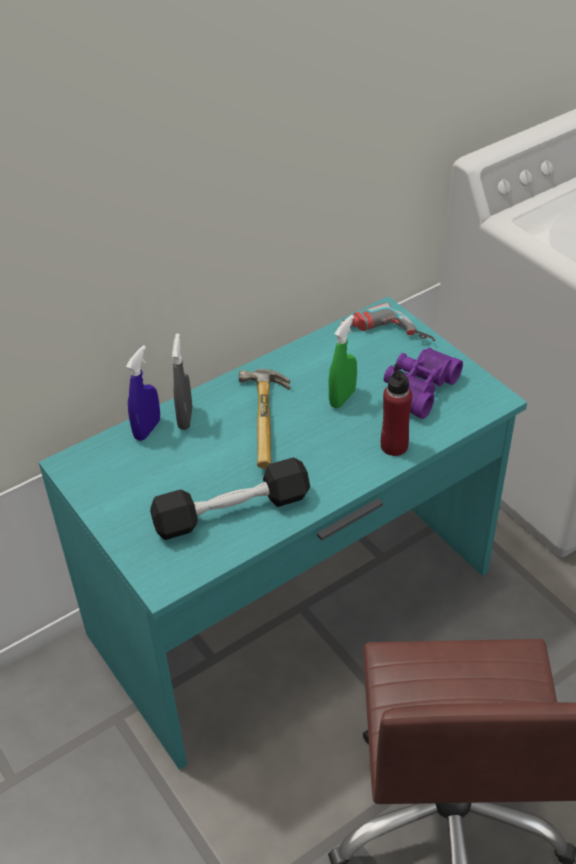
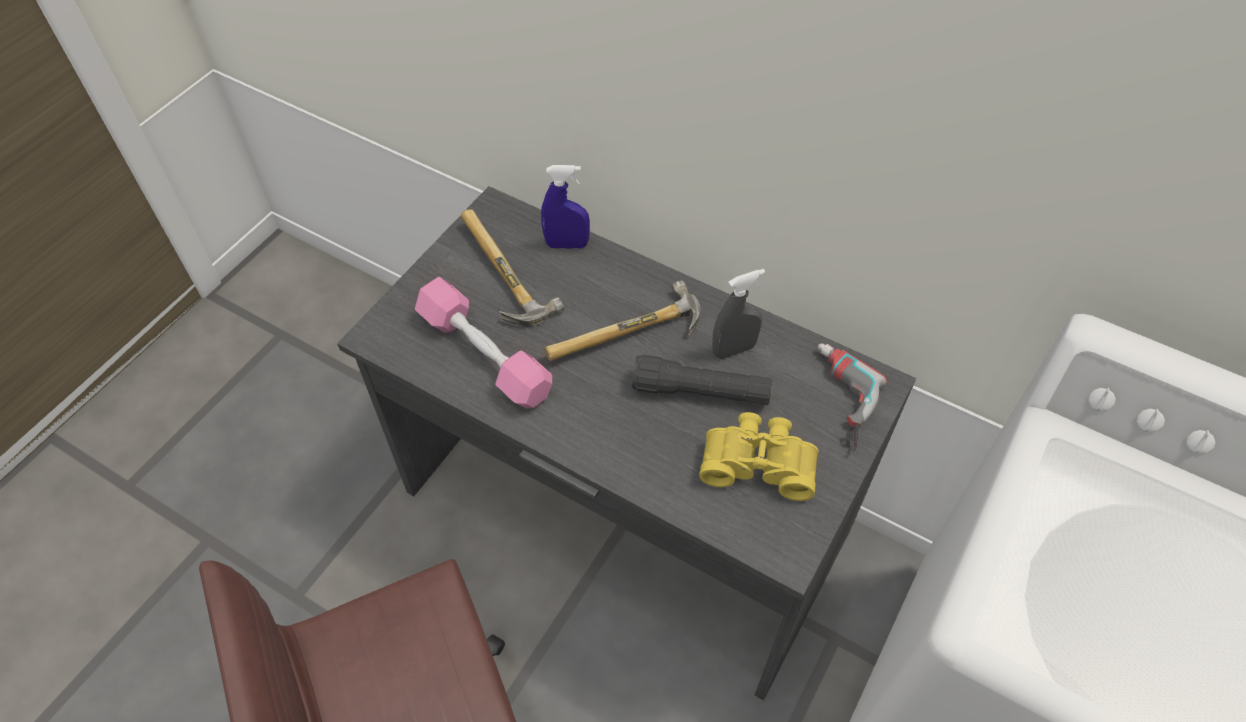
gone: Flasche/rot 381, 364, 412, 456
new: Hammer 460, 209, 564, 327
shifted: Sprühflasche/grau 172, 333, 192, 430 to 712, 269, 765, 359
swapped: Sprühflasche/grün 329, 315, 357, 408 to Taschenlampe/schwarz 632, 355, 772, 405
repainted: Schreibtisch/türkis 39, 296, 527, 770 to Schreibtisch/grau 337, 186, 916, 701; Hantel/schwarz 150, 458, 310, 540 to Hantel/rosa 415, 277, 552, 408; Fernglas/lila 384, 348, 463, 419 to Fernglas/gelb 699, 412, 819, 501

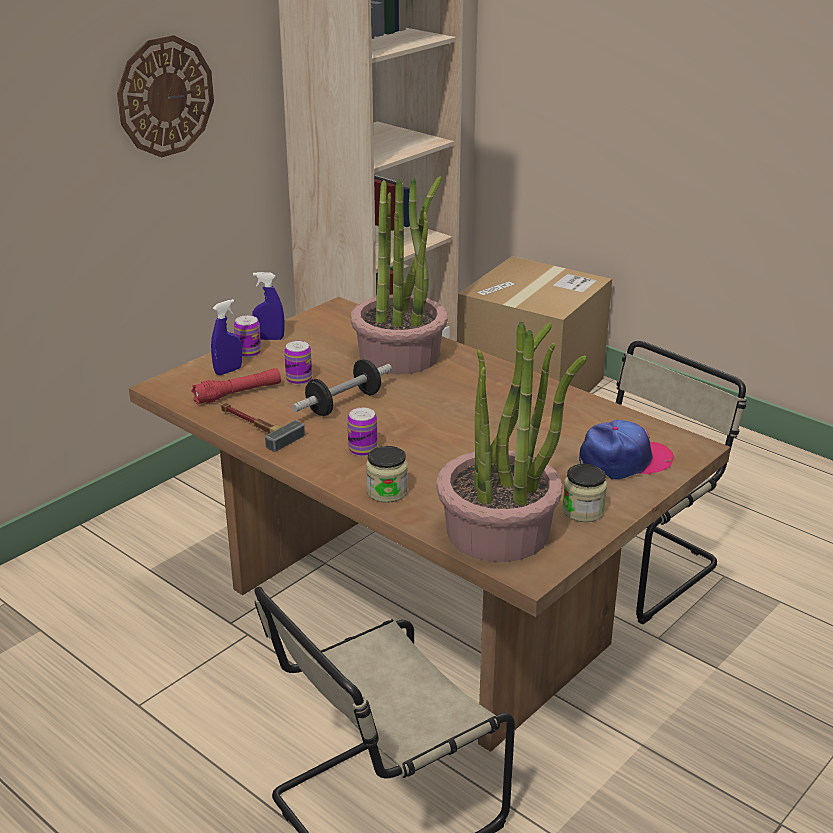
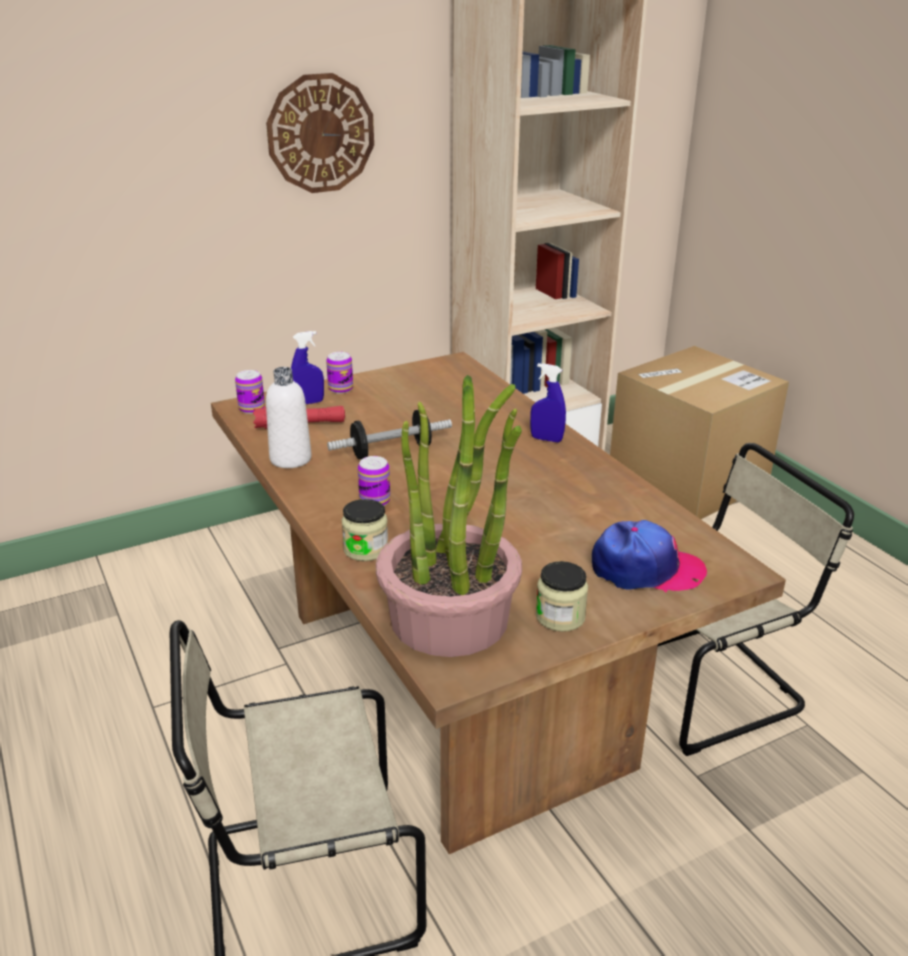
gone: Topfpflanze 350, 176, 448, 374
shifted: Dose 284, 341, 312, 385 to 235, 370, 265, 414; Sprühflasche/blau 252, 272, 285, 340 to 530, 363, 566, 442
swapped: Hammer 220, 403, 305, 452 to Flasche/weiß 266, 367, 312, 468

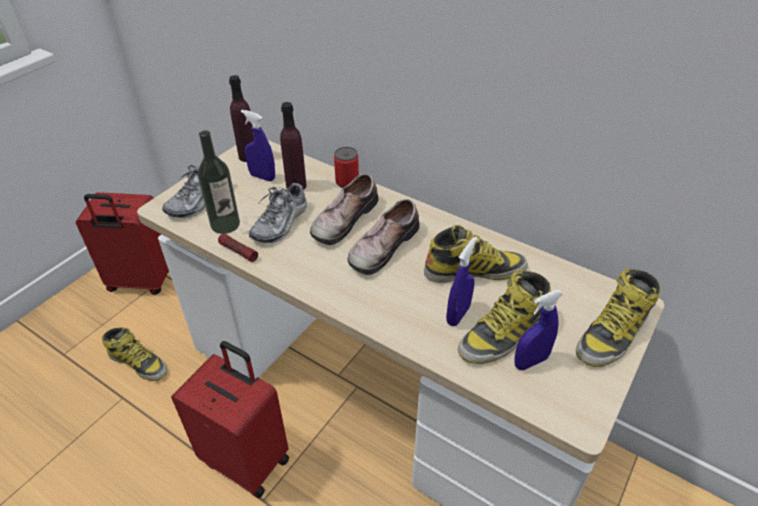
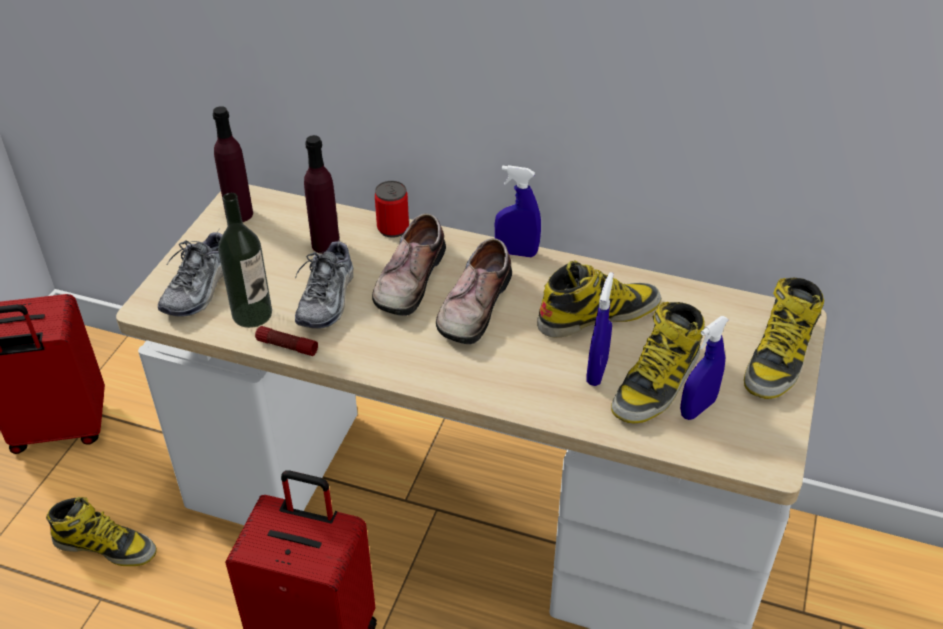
shifted: Sprühflasche/blau 241, 110, 275, 181 to 495, 165, 541, 257

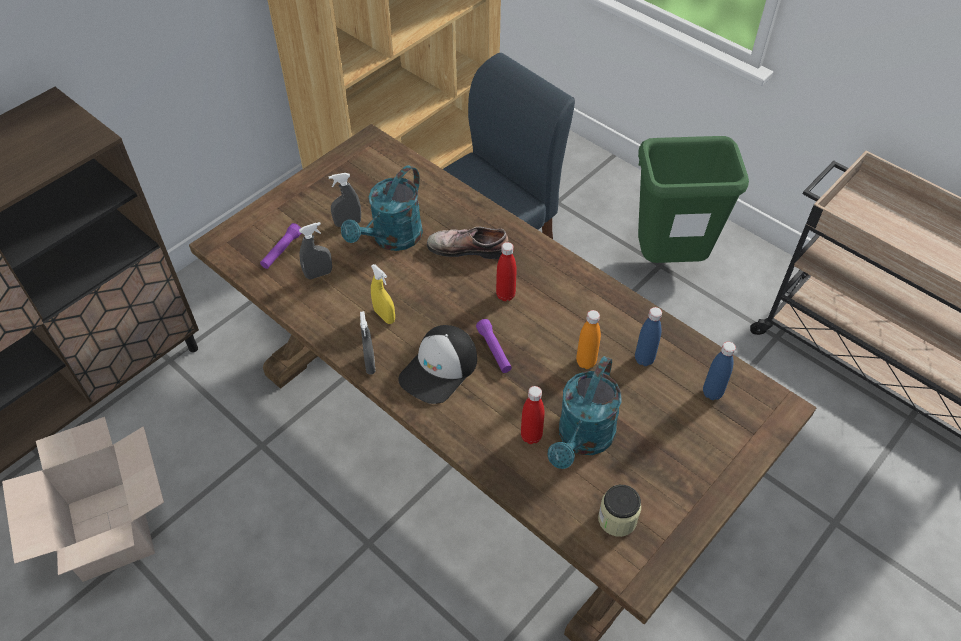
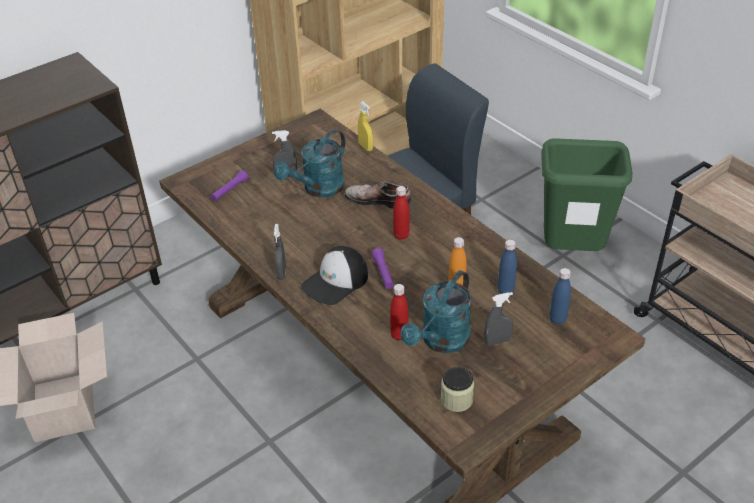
shifted: Sprühflasche/gelb 371, 264, 395, 324 to 358, 101, 373, 151; Sprühflasche/grau 299, 222, 332, 279 to 484, 292, 513, 346

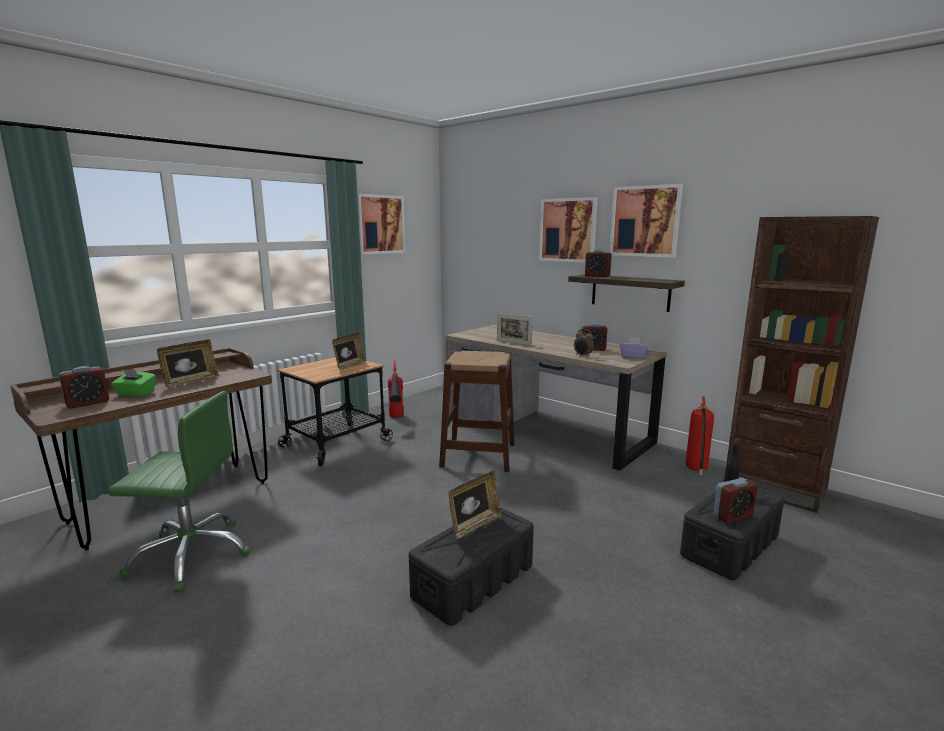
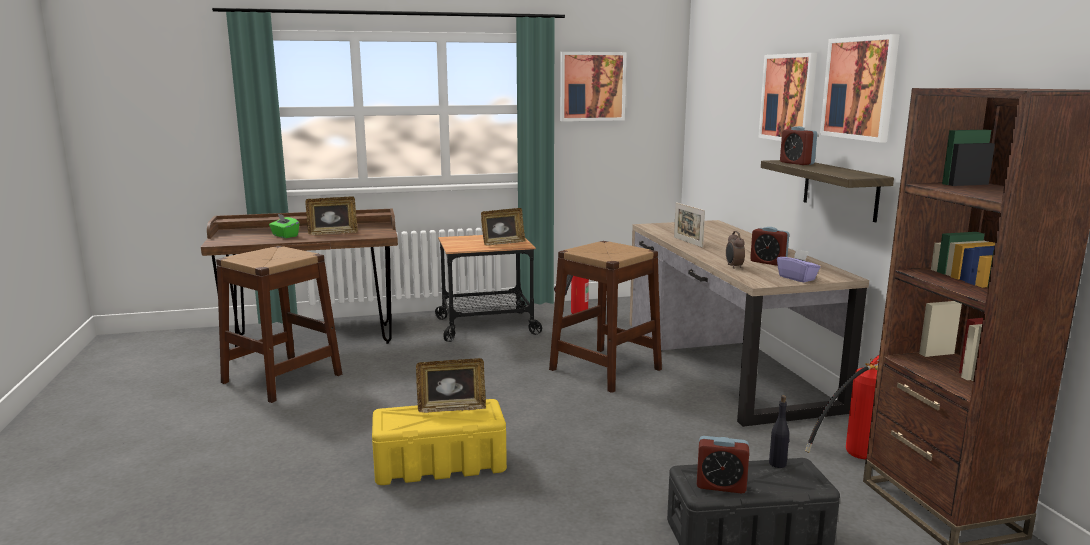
gone: Wecker 59, 366, 109, 409
swapped: Bürostuhl/grün 108, 391, 251, 592 to Hocker/braun 216, 246, 342, 403
repainted: Aufbewahrungsbox/schwarz 409, 508, 534, 626 to Aufbewahrungsbox/gelb 372, 399, 507, 485

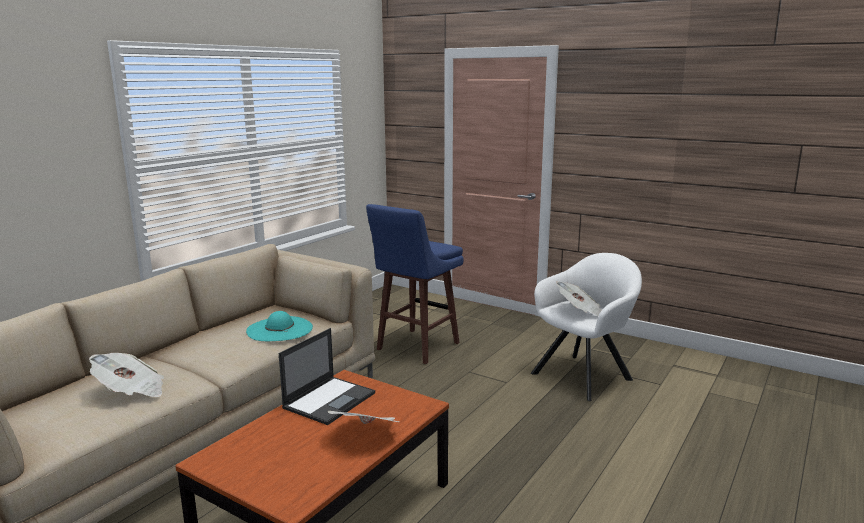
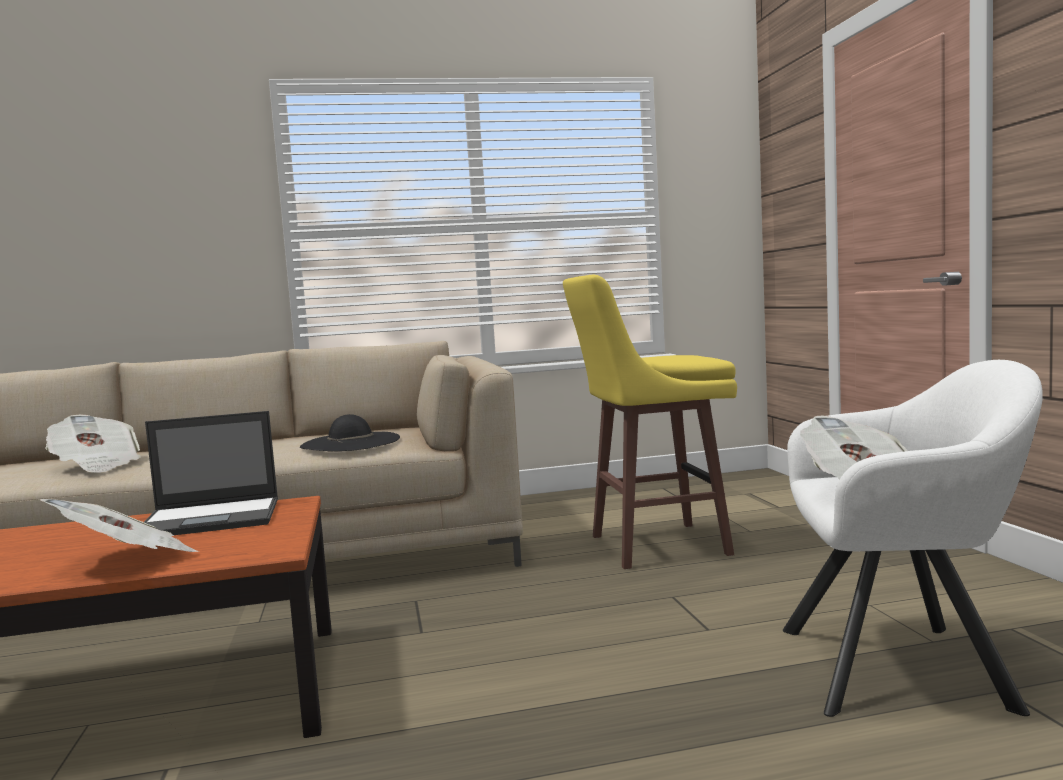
repainted: Hut/türkis 246, 311, 313, 341 to Hut/schwarz 300, 414, 400, 451; Hocker/blau 366, 204, 464, 364 to Hocker/gelb 563, 275, 737, 569

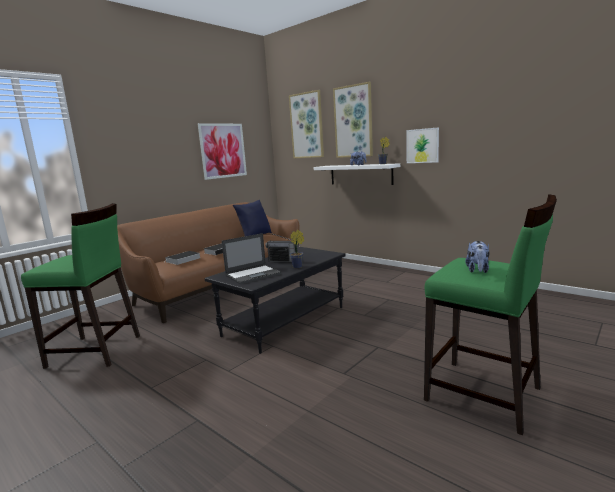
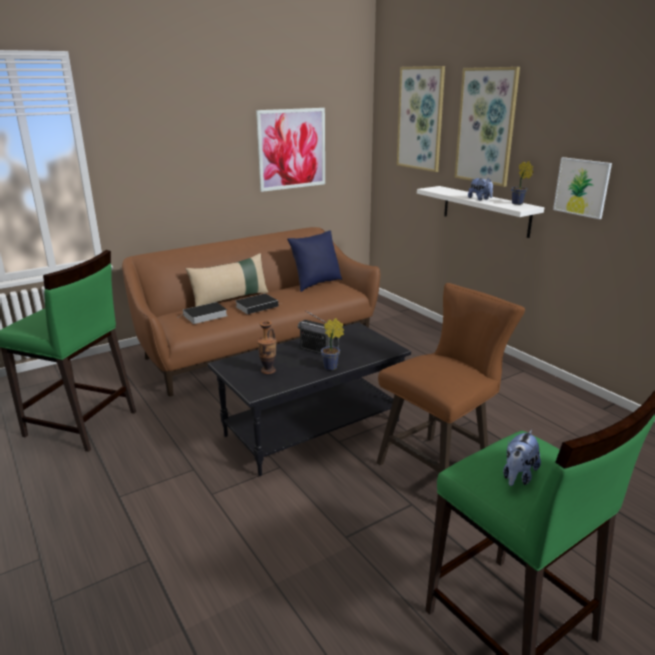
new: Kissen/beige 185, 253, 268, 307; Hocker/braun 377, 283, 525, 473
swapped: Laptop 222, 233, 282, 284 to Vase 257, 321, 276, 374

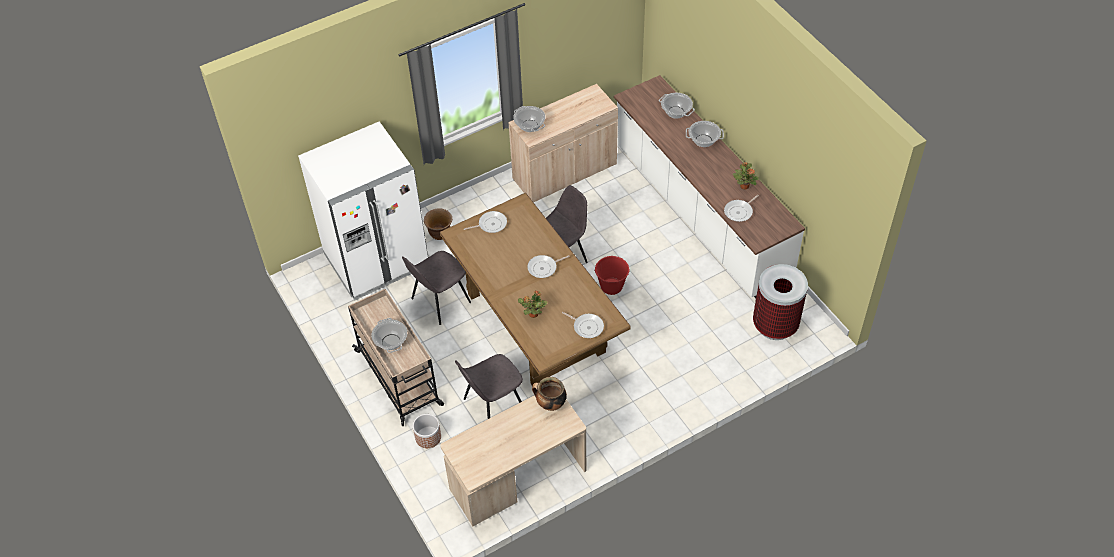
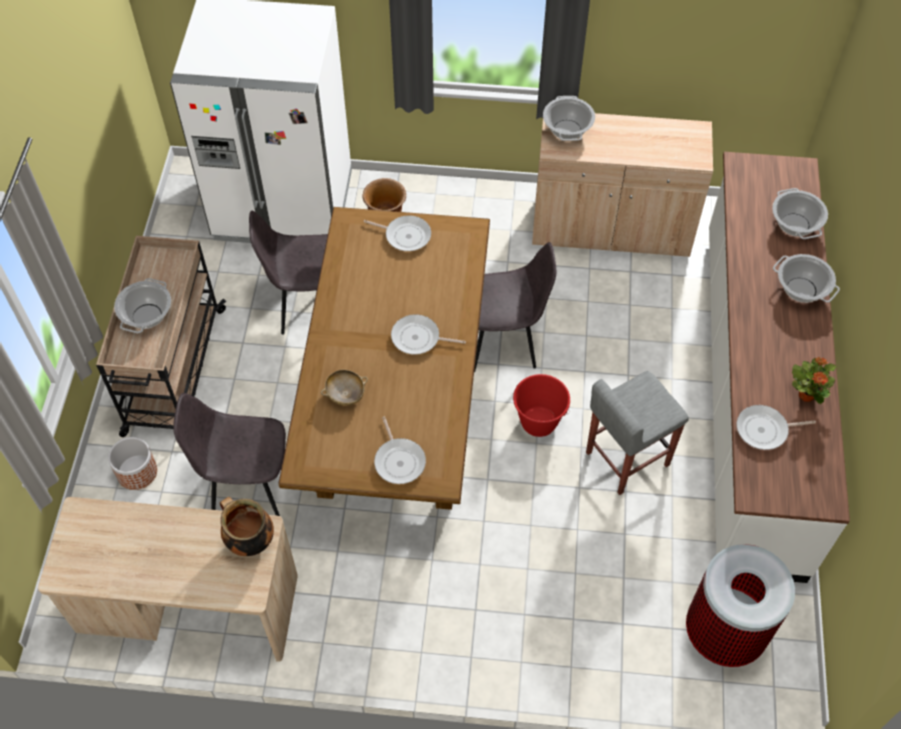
new: Hocker/grau 586, 371, 689, 495
swapped: Topfpflanze 518, 290, 547, 318 to Schüssel/beige 321, 370, 368, 406

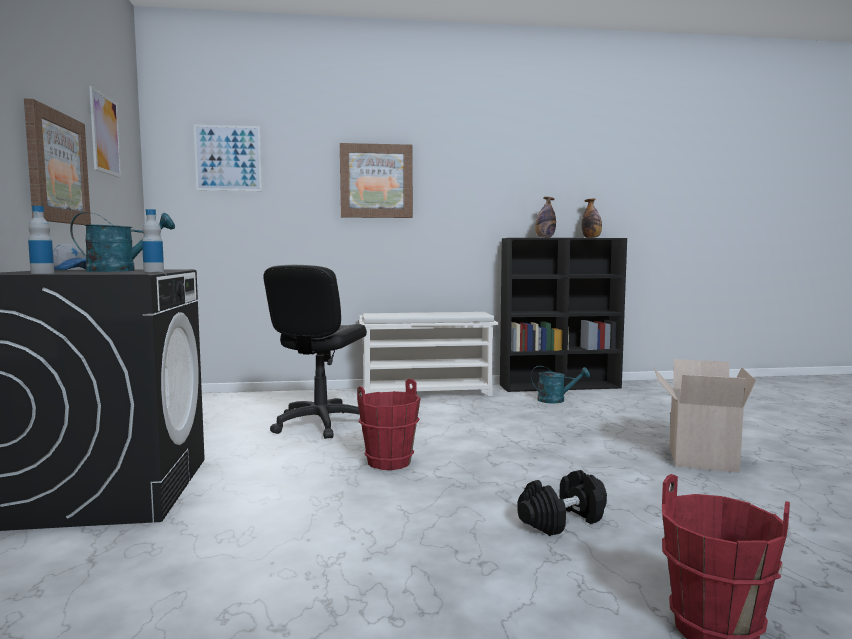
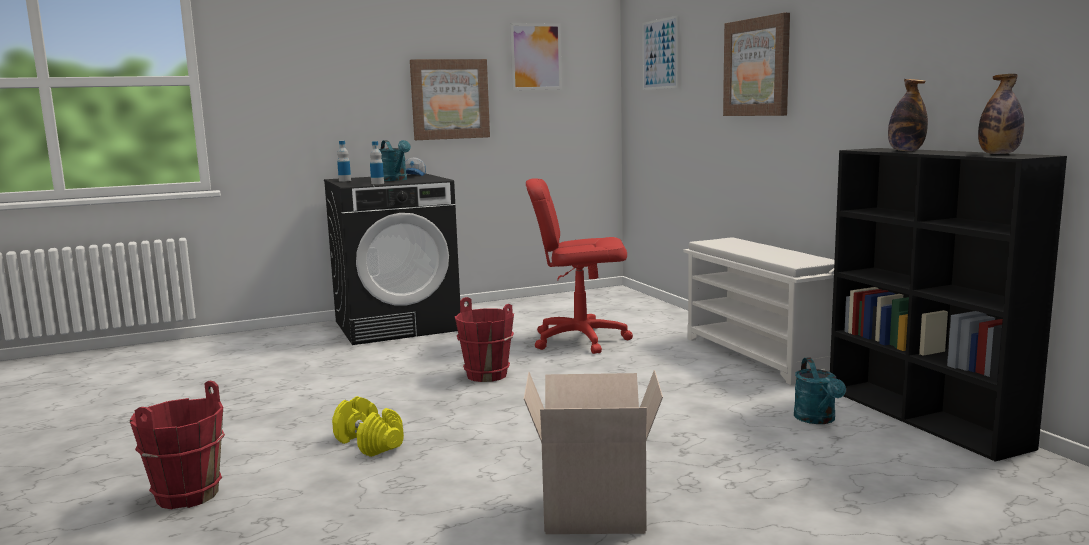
repainted: Hantel/schwarz 517, 470, 607, 536 to Hantel/gelb 332, 396, 404, 457; Bürostuhl/schwarz 263, 265, 367, 439 to Bürostuhl/rot 526, 178, 633, 354

